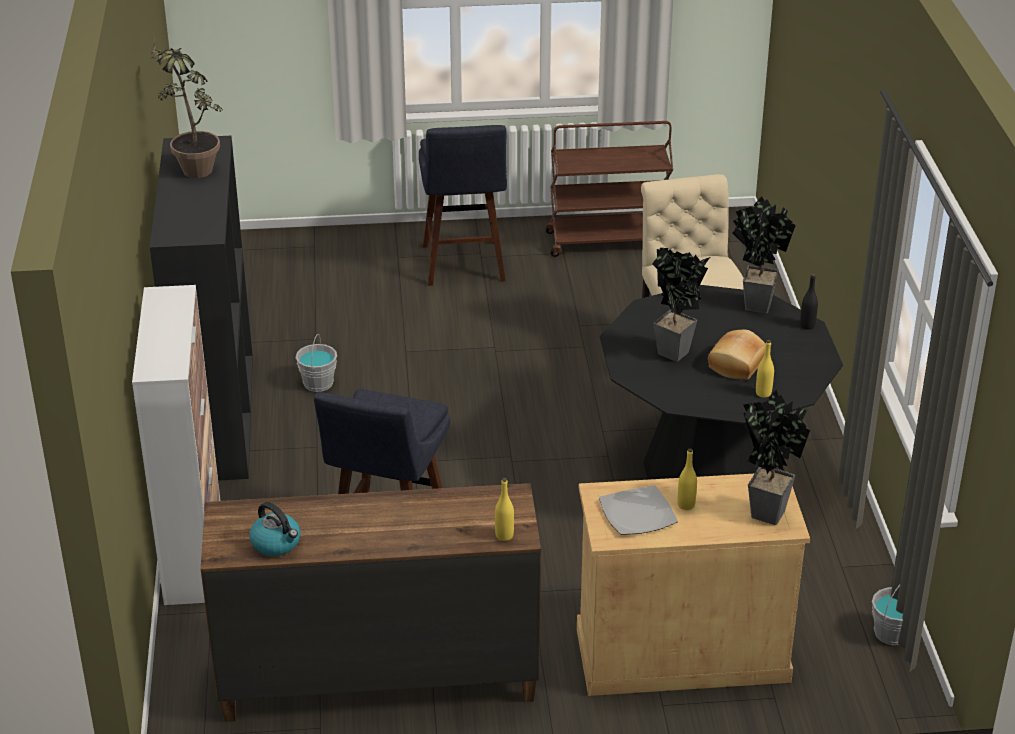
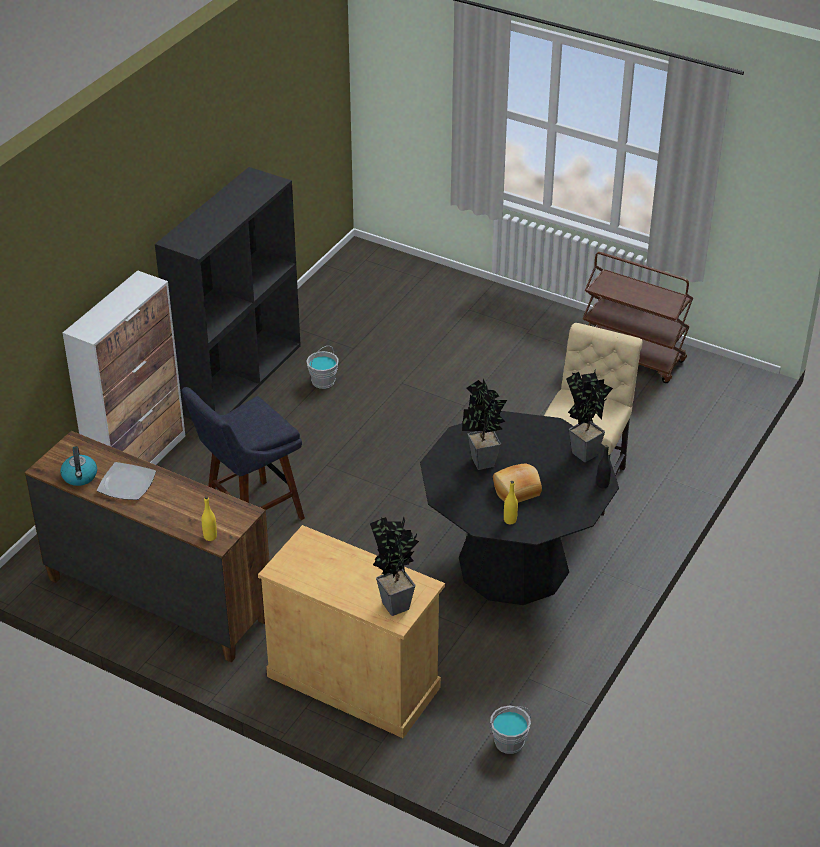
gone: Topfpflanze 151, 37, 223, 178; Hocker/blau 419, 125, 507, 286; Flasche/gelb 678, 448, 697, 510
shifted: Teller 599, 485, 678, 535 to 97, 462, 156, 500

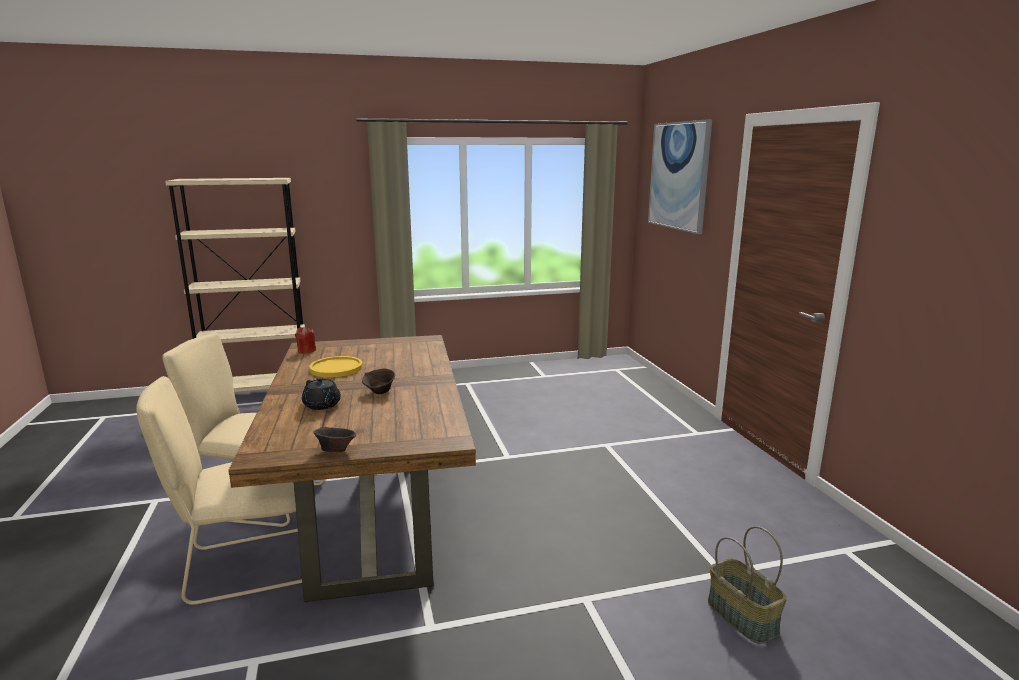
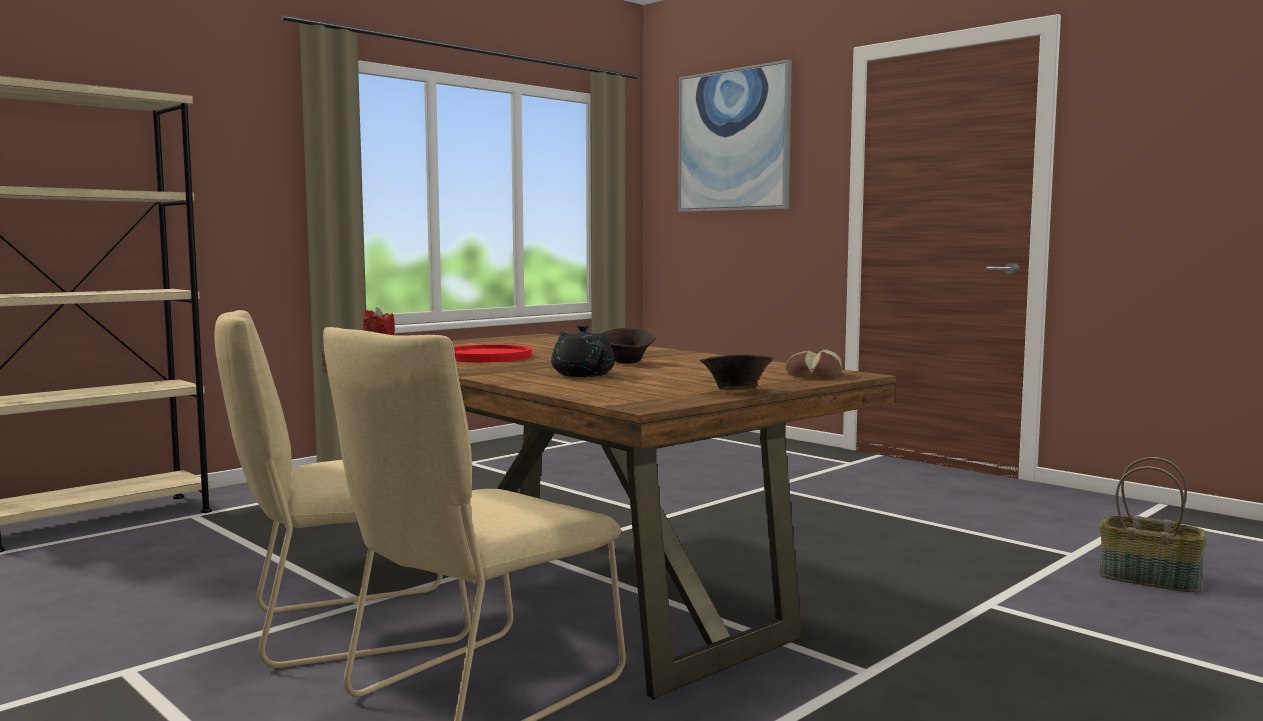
new: Brot 785, 350, 843, 379
repainted: Teller/gelb 309, 356, 363, 377 to Teller/rot 454, 344, 532, 362
rotated: Teekanne/schwarz 302, 377, 341, 410 = 551, 325, 615, 377 135 degrees counterclockwise

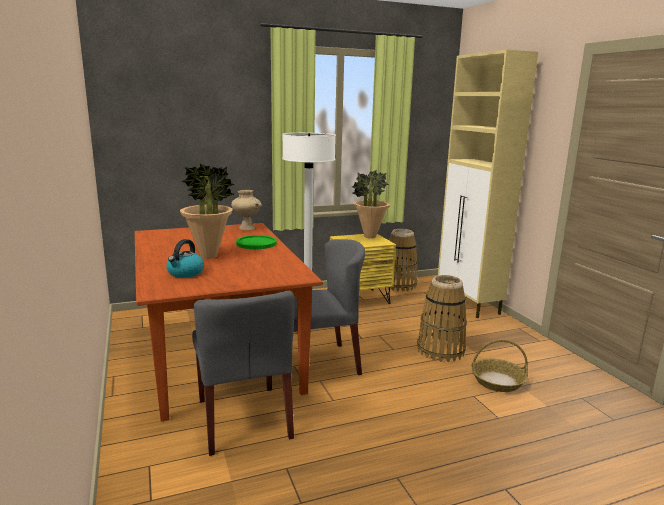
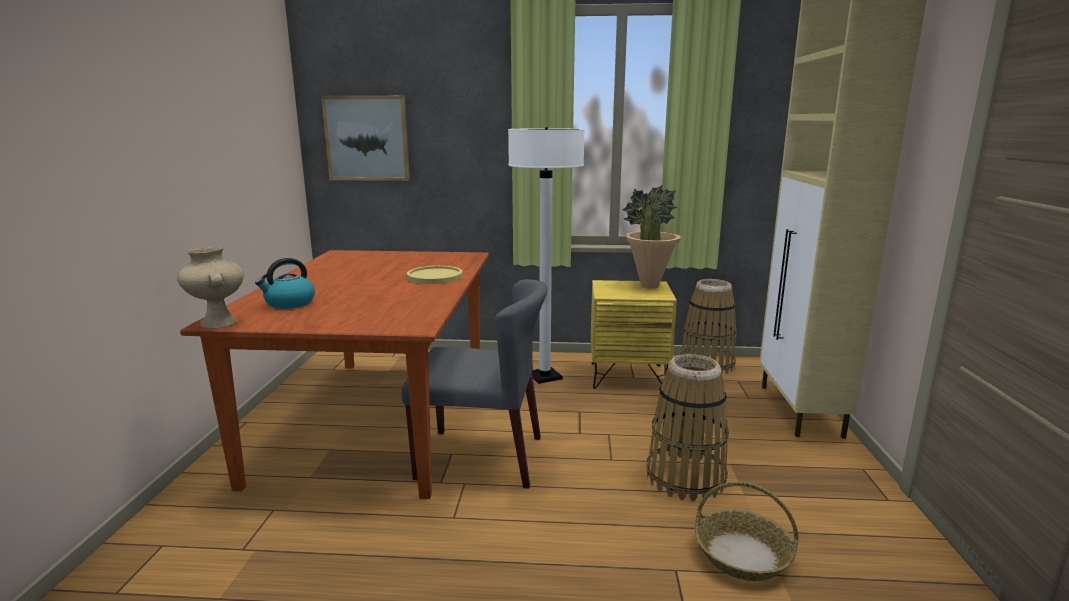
gone: Topfpflanze 180, 163, 234, 259; Stuhl/grau 192, 291, 294, 456
new: Bild 321, 95, 410, 181
shifted: Vase/beige 231, 190, 262, 230 to 177, 247, 244, 329
repainted: Teller/grün 236, 235, 277, 249 to Teller/gelb 407, 266, 463, 284

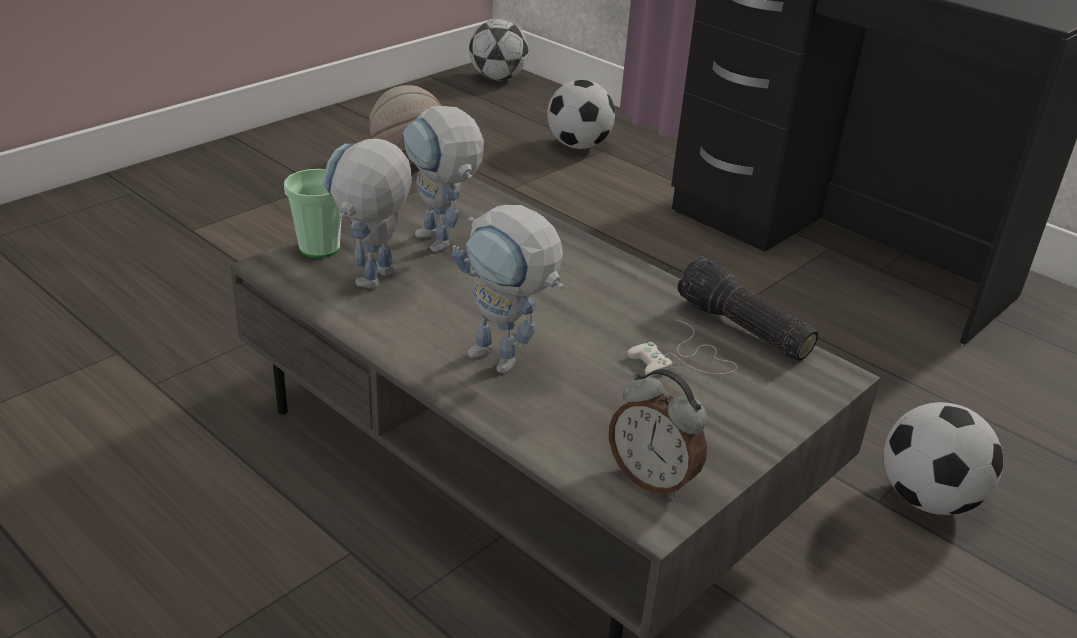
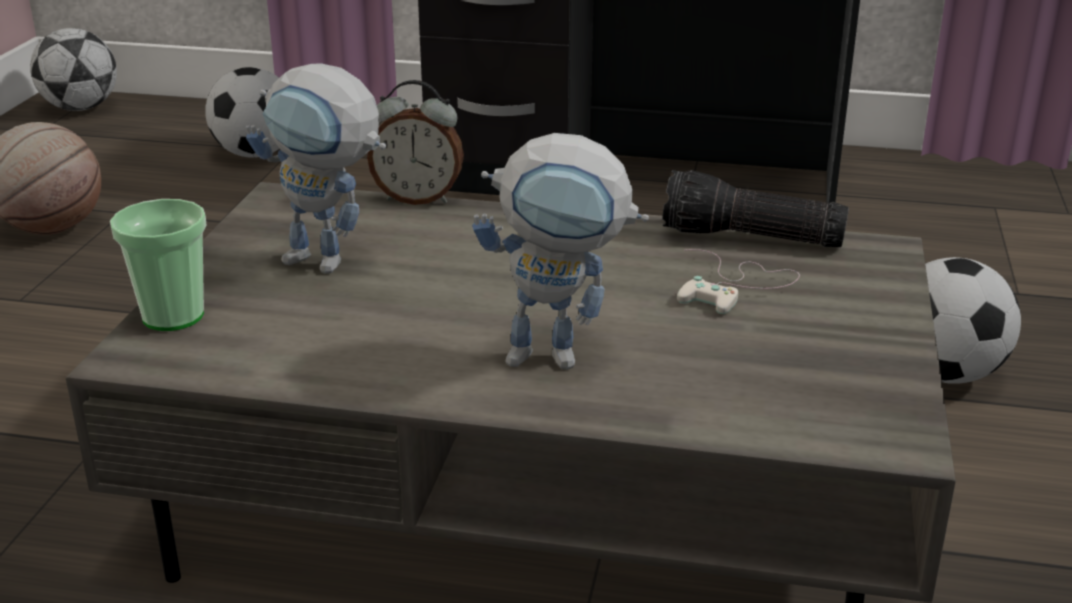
gone: Spielzeugroboter 322, 138, 412, 288
shifted: Wecker 609, 369, 707, 498 to 367, 80, 464, 205

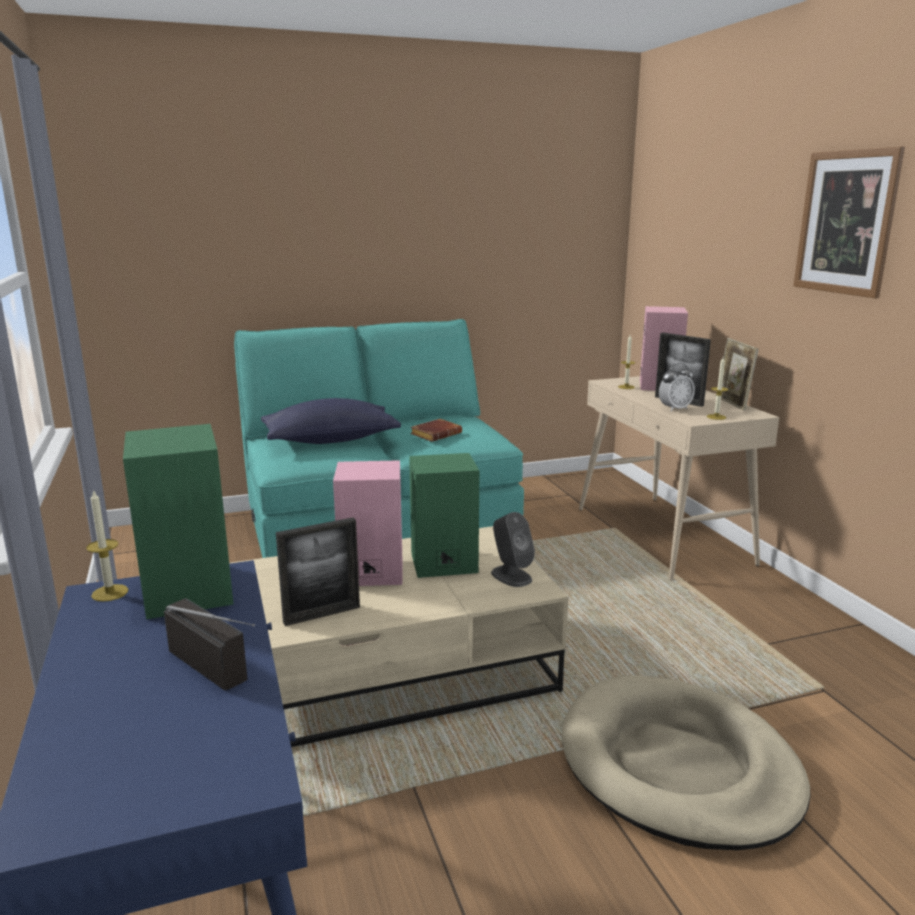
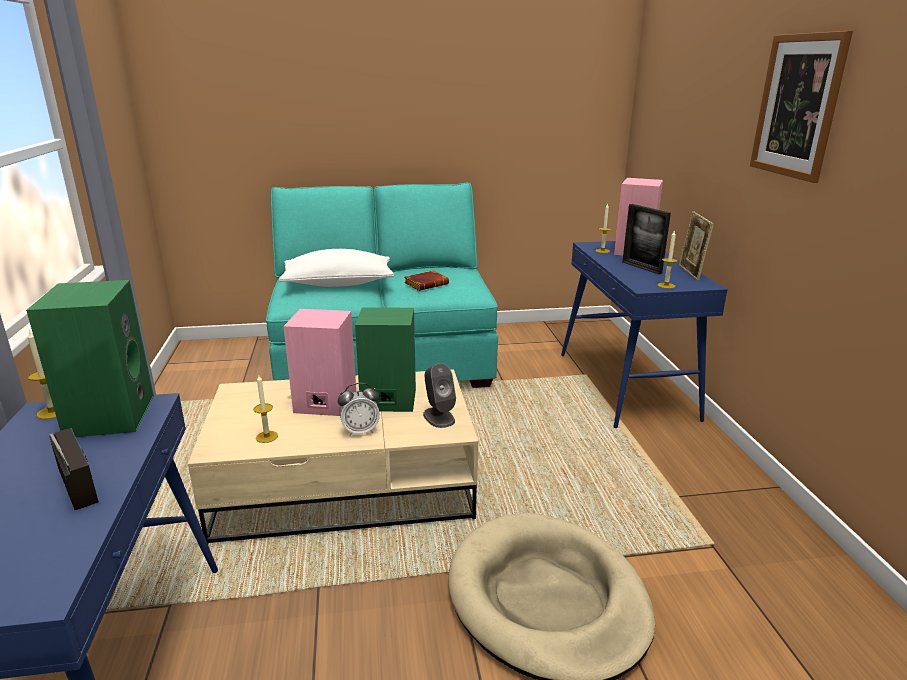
shifted: Wecker 659, 363, 695, 411 to 338, 383, 380, 436
swapped: Bilderrahmen 276, 517, 360, 626 to Kerze 253, 375, 278, 443
repainted: Kissen/blau 261, 398, 401, 444 to Kissen/weiß 279, 249, 394, 287; Konsolentisch/beige 579, 376, 780, 581 to Konsolentisch/blau 561, 241, 728, 428

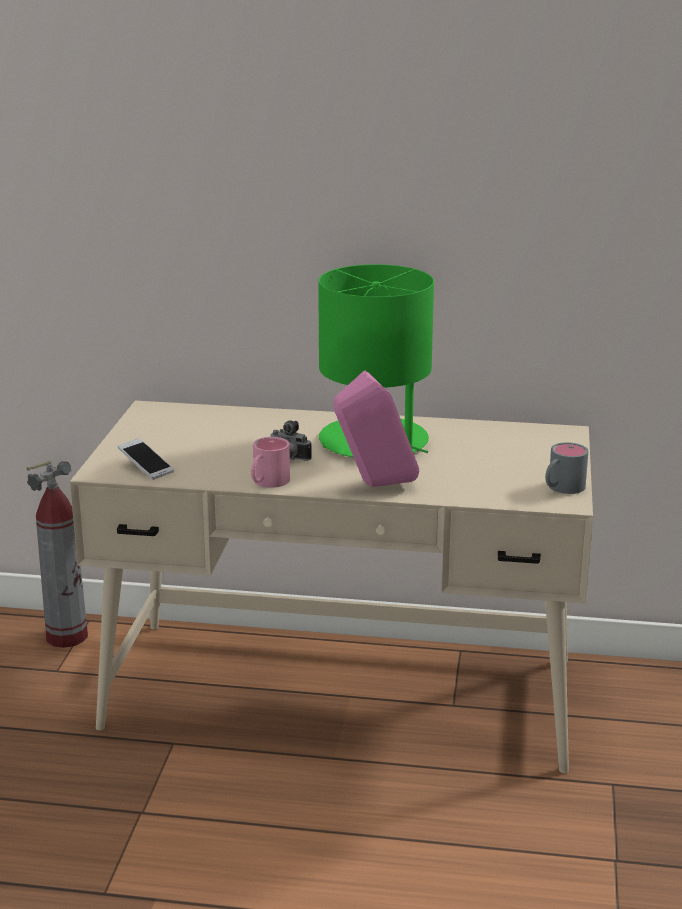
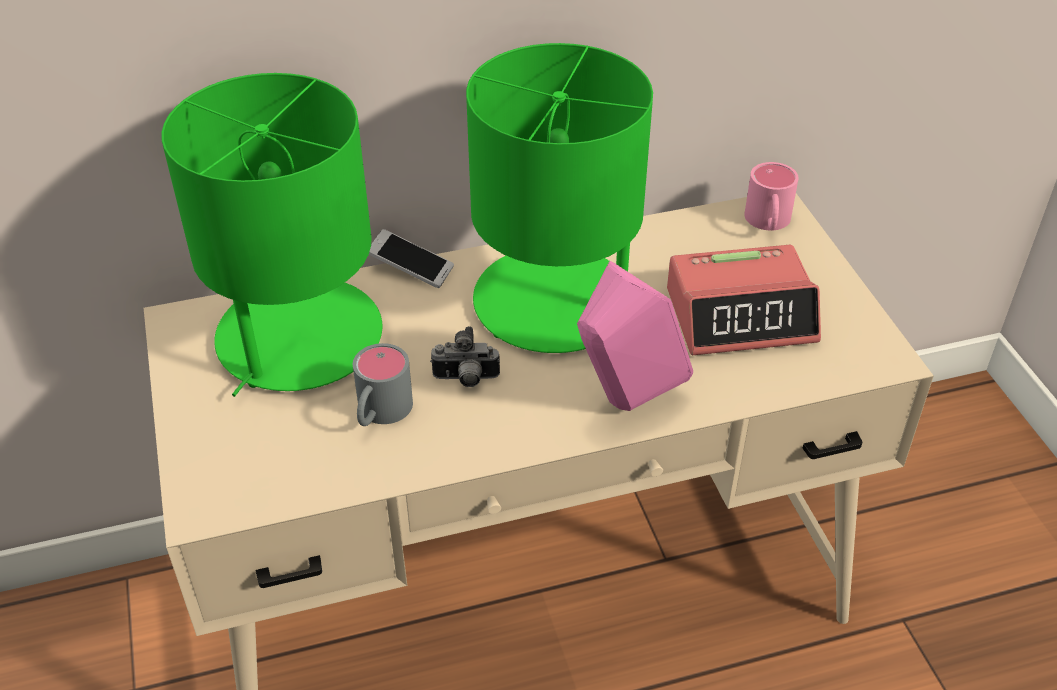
gone: Feuerlöscher 26, 461, 88, 648
new: Tischlampe/grün 161, 73, 383, 397; Wecker 667, 245, 821, 355
shifted: Henkelbecher/grau 545, 442, 588, 494 to 353, 343, 413, 426; Handy 118, 438, 174, 480 to 369, 229, 454, 288; Henkelbecher/rosa 251, 437, 290, 488 to 744, 162, 799, 231

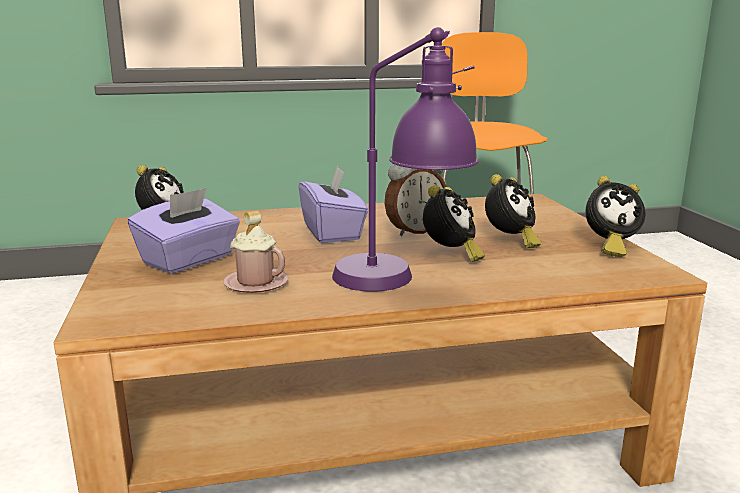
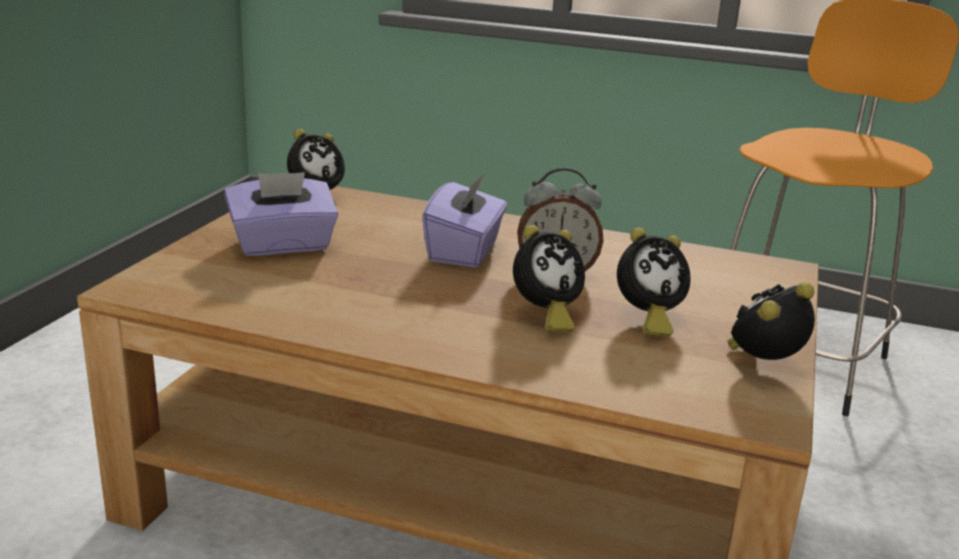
gone: Henkelbecher/rosa 223, 211, 288, 293; Tischlampe/lila 332, 27, 479, 292
rotated: Wecker 586, 176, 645, 257 = 727, 282, 815, 360 120 degrees clockwise

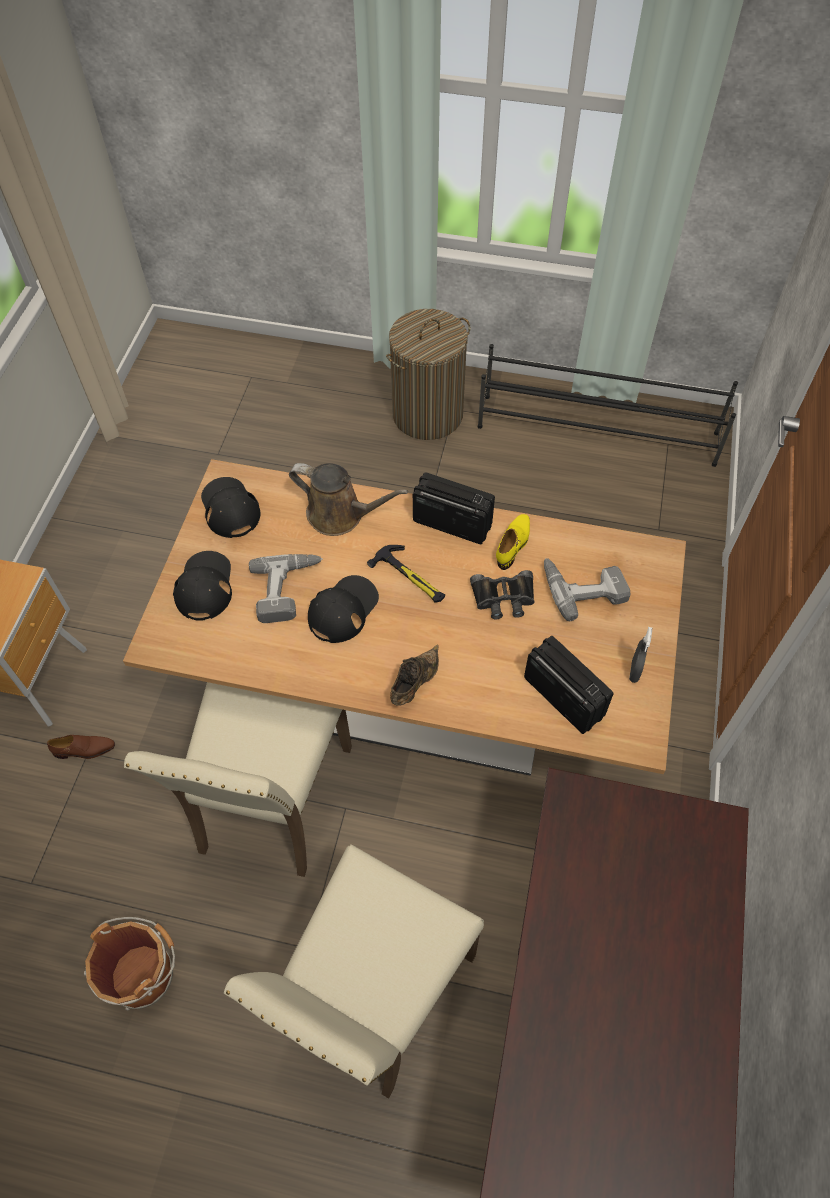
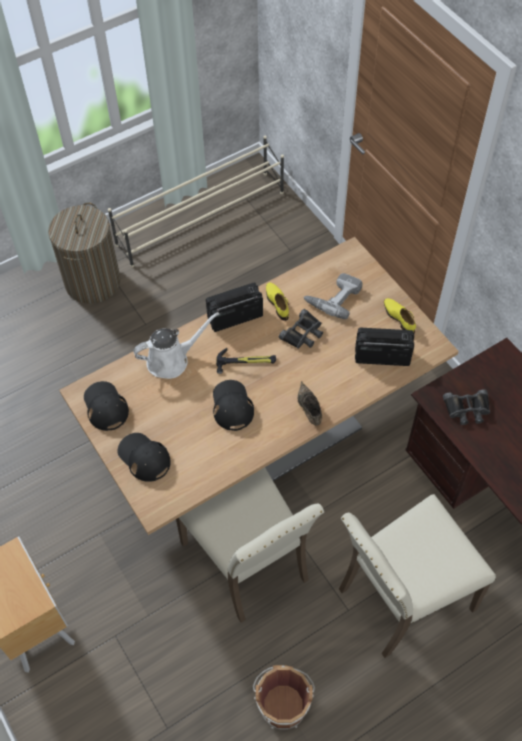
gone: Schuh/braun 47, 735, 115, 759; Bohrmaschine 249, 554, 323, 623
new: Fernglas/schwarz 443, 389, 490, 425
swapped: Sprühflasche/grau 629, 627, 652, 683 to Schuh/gelb 384, 298, 416, 334
repainted: Schuhregal/schwarz 478, 344, 738, 467 to Schuhregal/beige 108, 136, 284, 268; Gießkanne/braun 289, 463, 408, 536 to Gießkanne/weiß 133, 312, 219, 379
rotated: Kappe/schwarz 201, 477, 260, 538 = 84, 381, 129, 431 45 degrees clockwise; Stuhl/beige 224, 844, 484, 1099 = 339, 494, 496, 658 75 degrees clockwise

